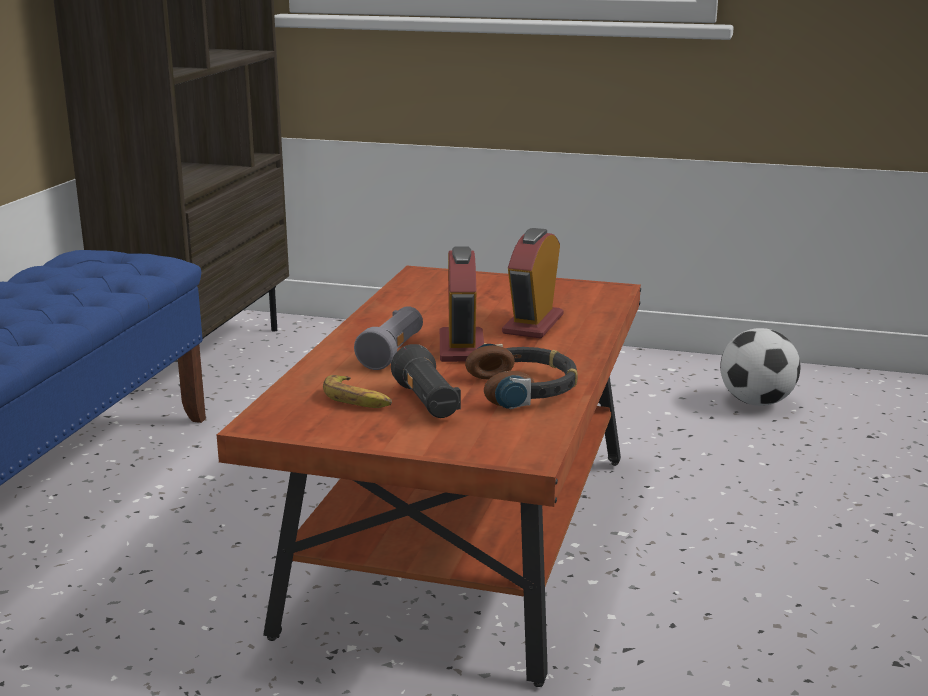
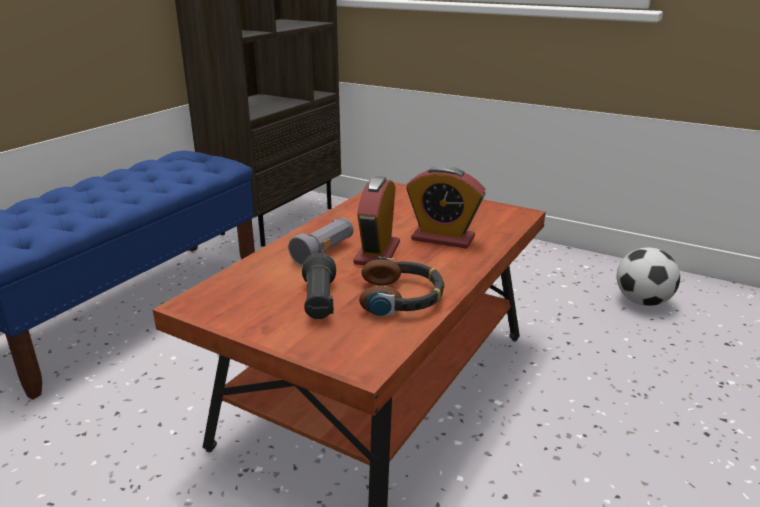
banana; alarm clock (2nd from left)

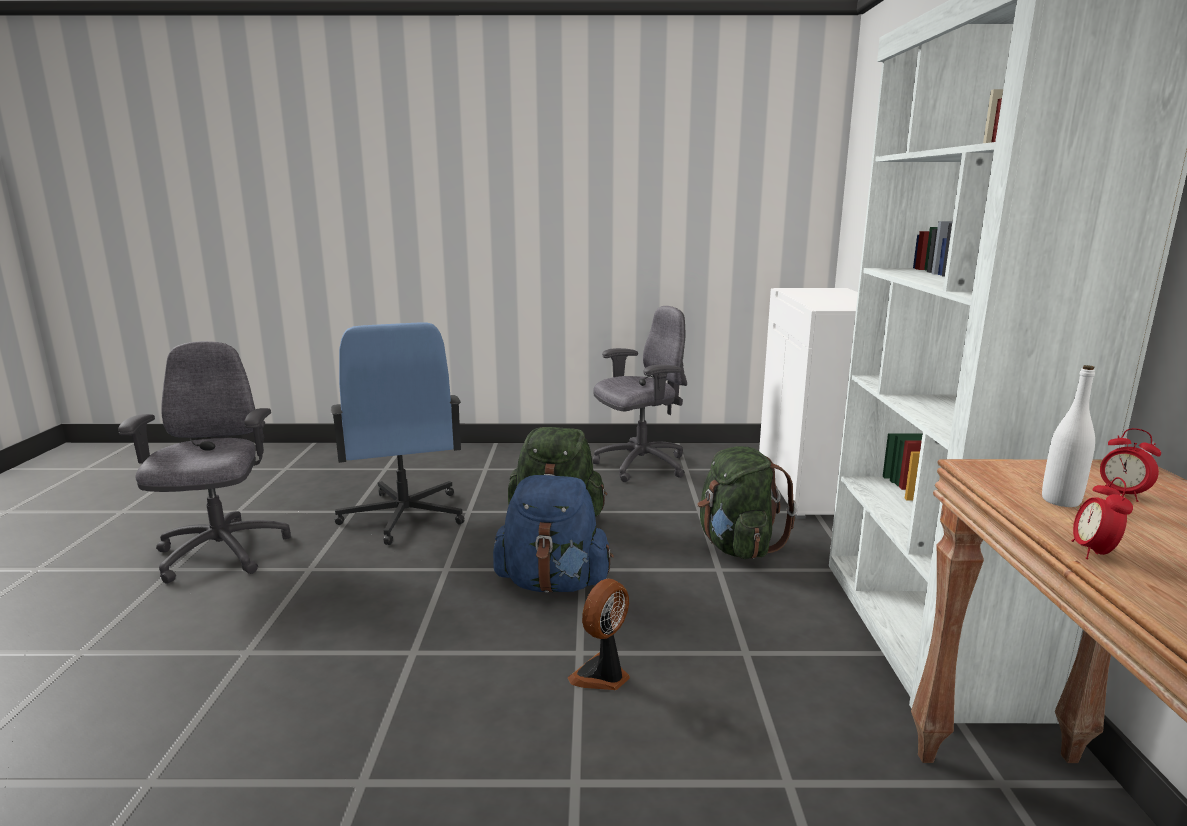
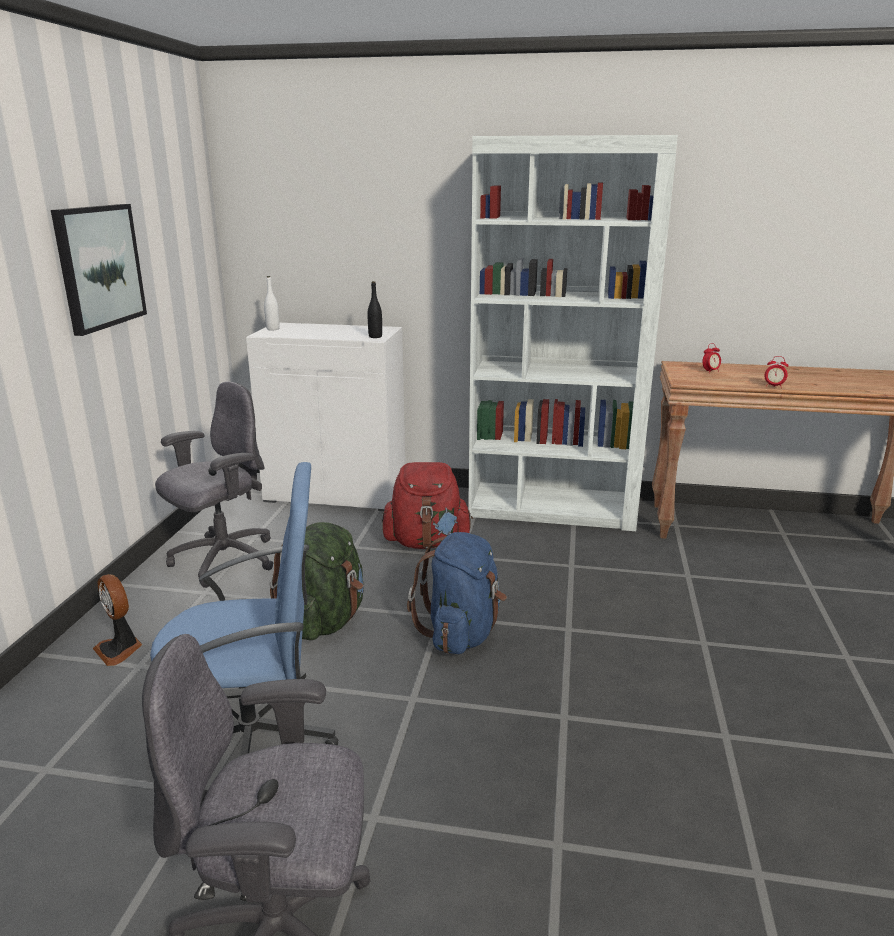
picture; black bottle; fan; white bottle; red backpack; grey office chair (1st from left)

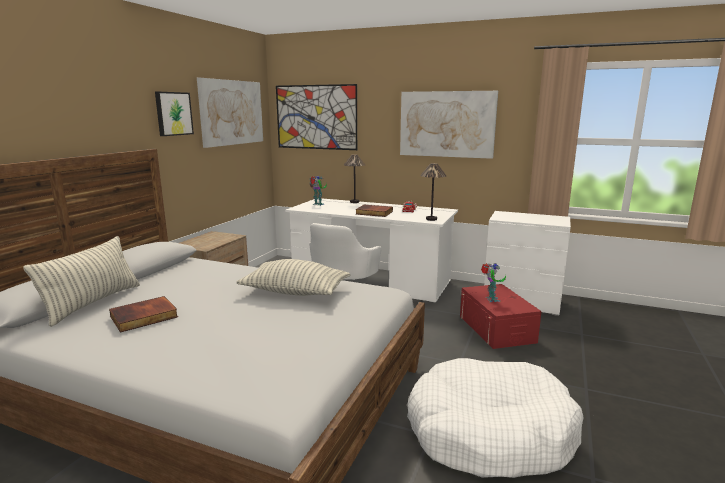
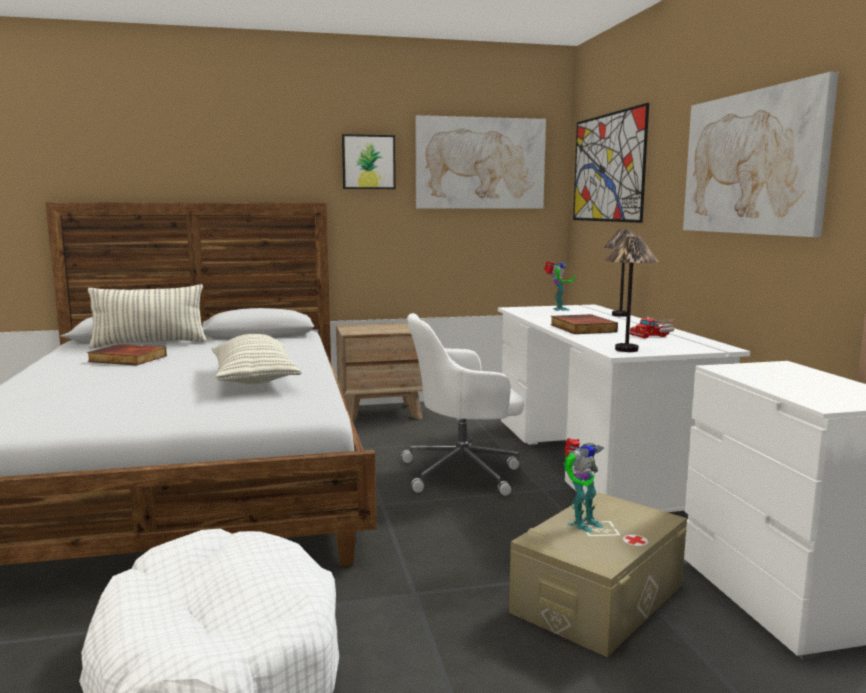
beige storage box

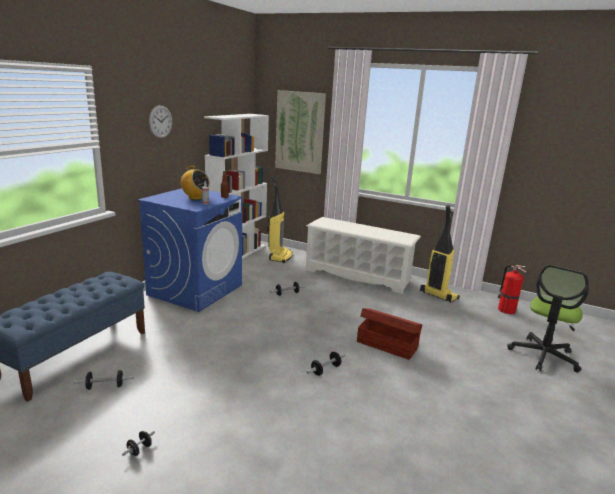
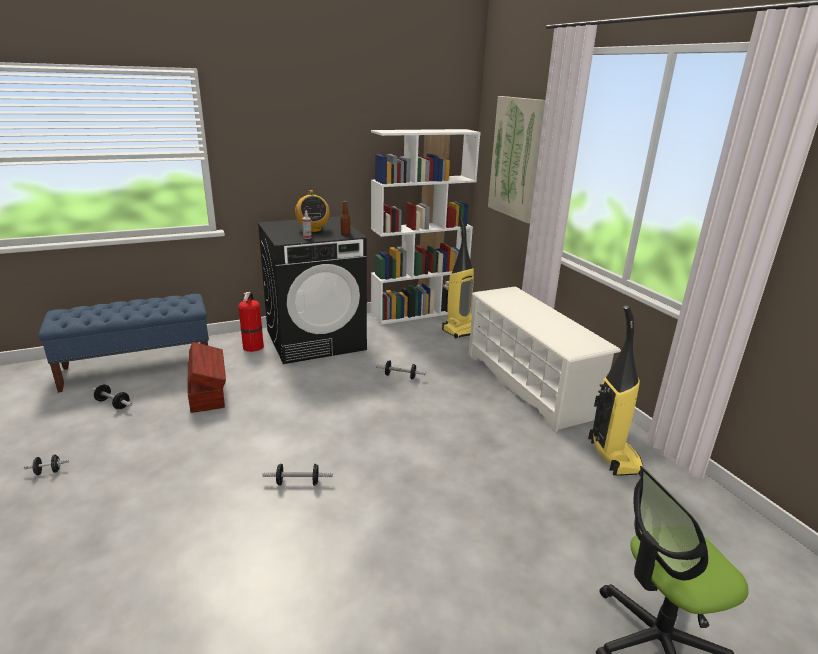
wall clock; brown storage box; fire extinguisher; black washing machine

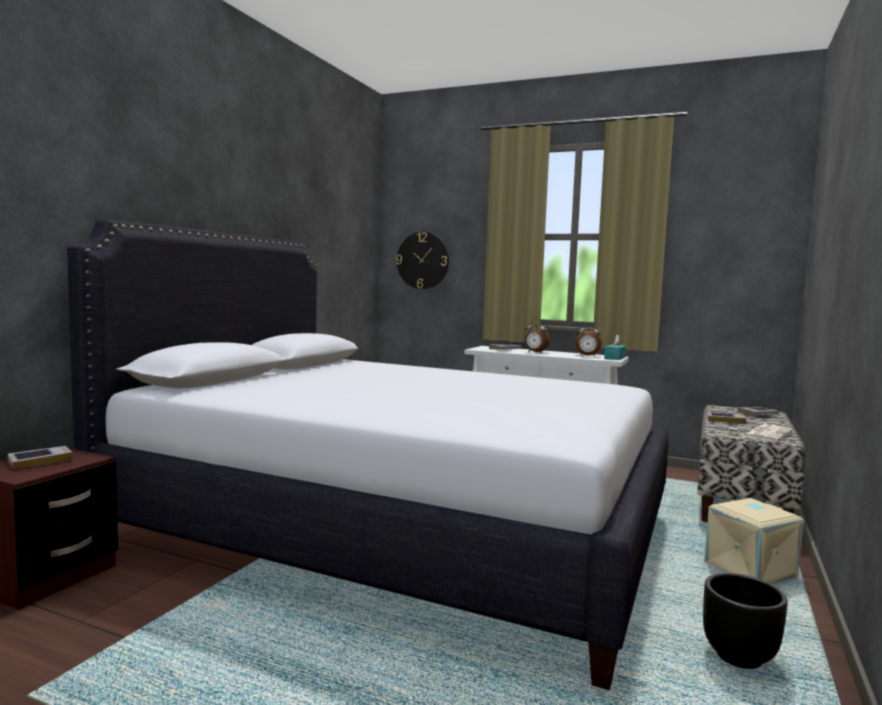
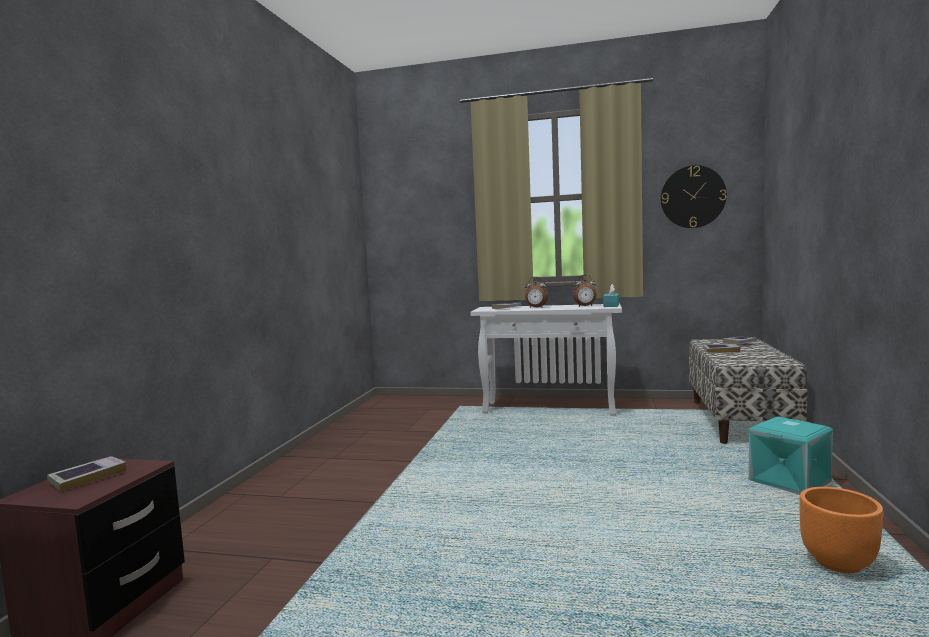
white bed; newspaper; wall clock; orange planter; turquoise storage box

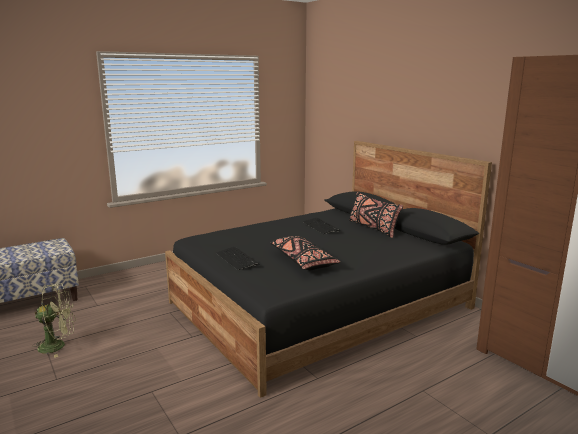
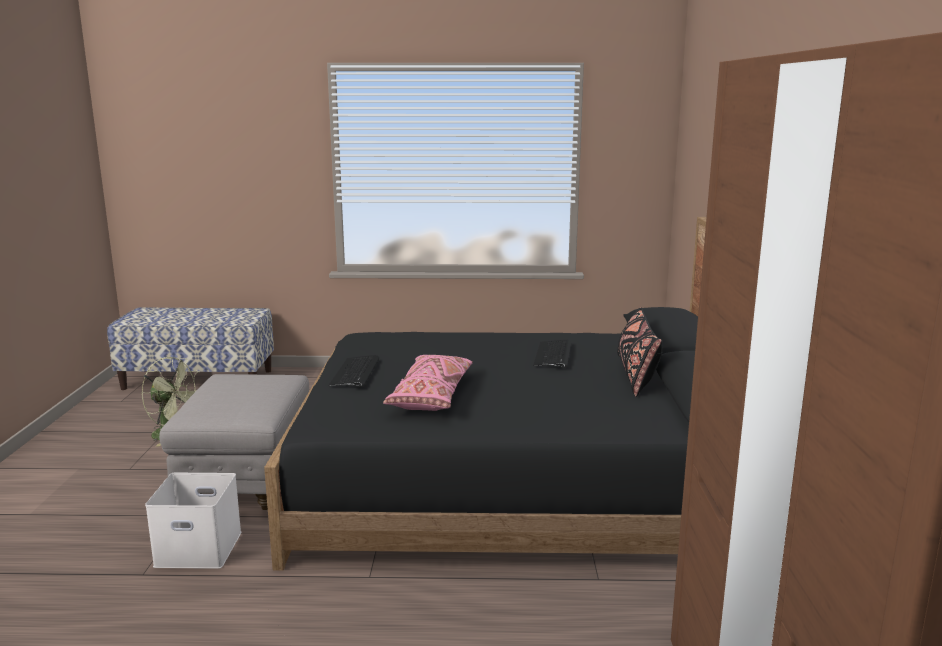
white storage box; grey ottoman; pink pillow

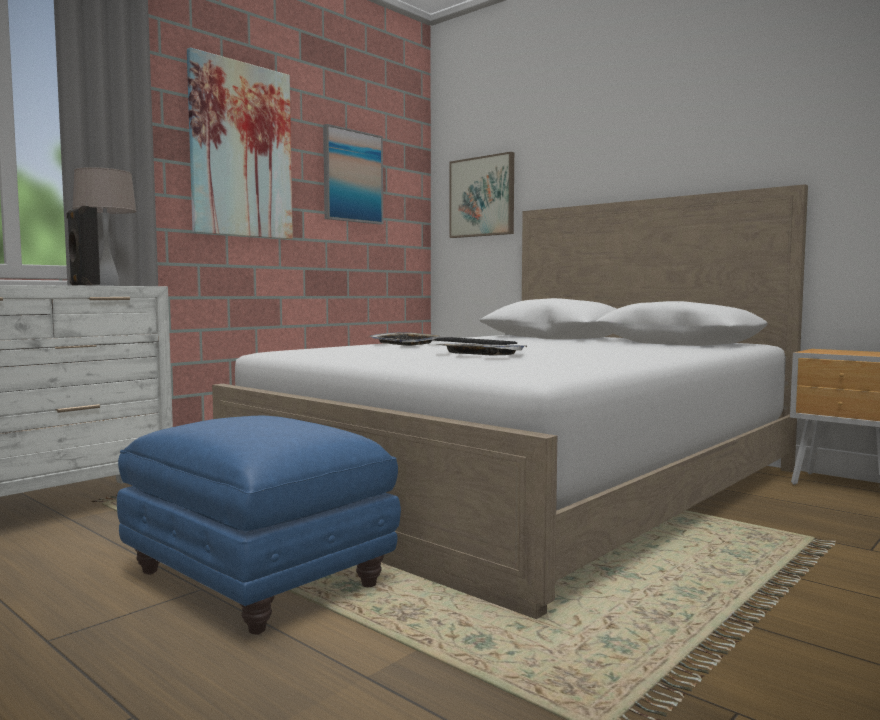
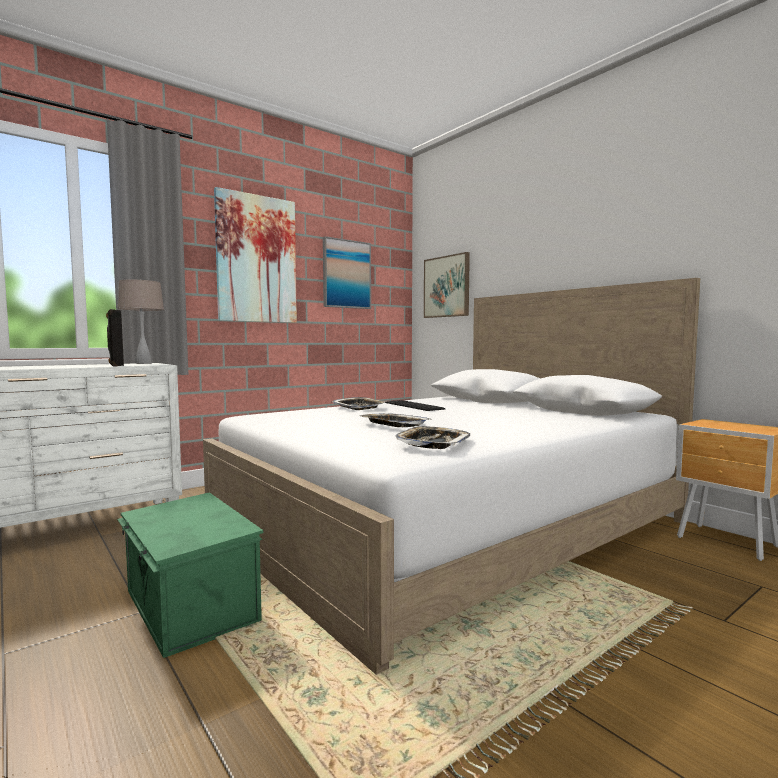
tray (3rd from left); green storage box

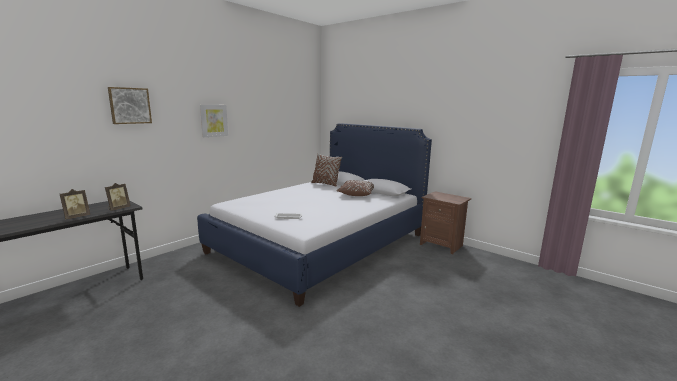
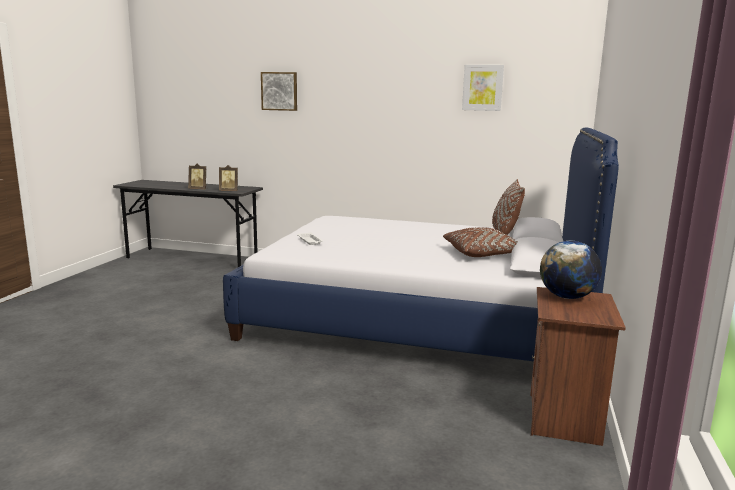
globe; picture (2nd from left)

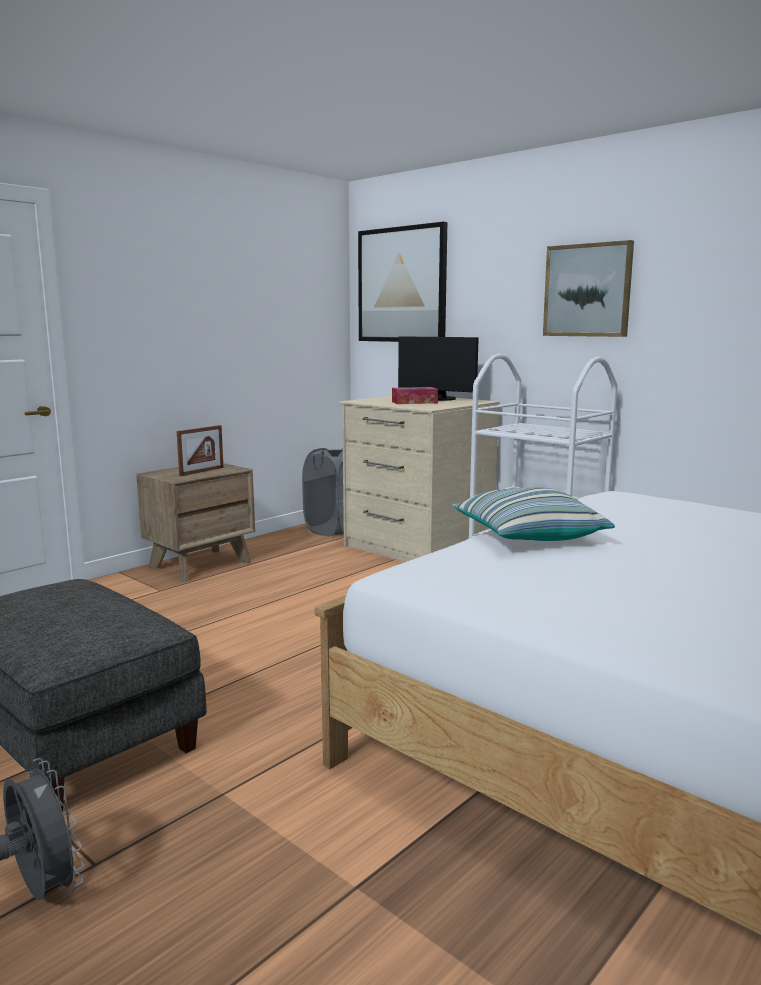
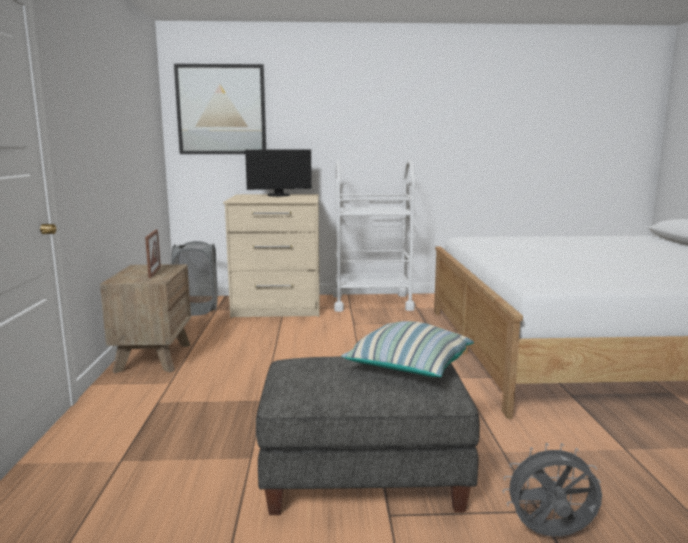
tissue box; picture (2nd from left in the first image); pillow

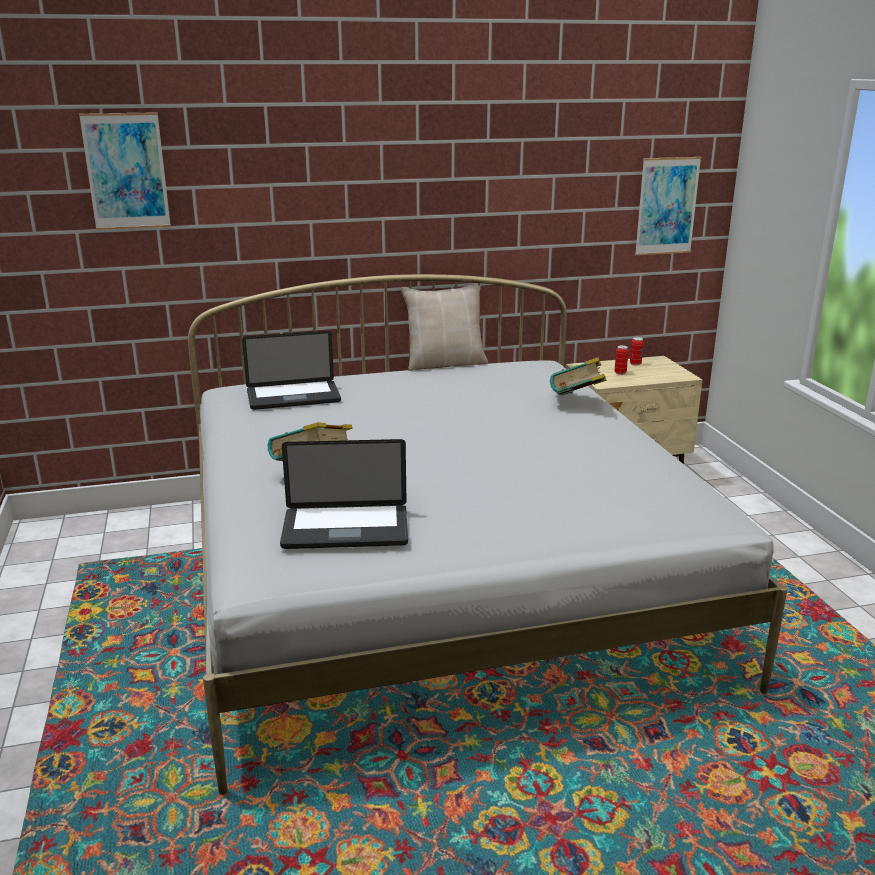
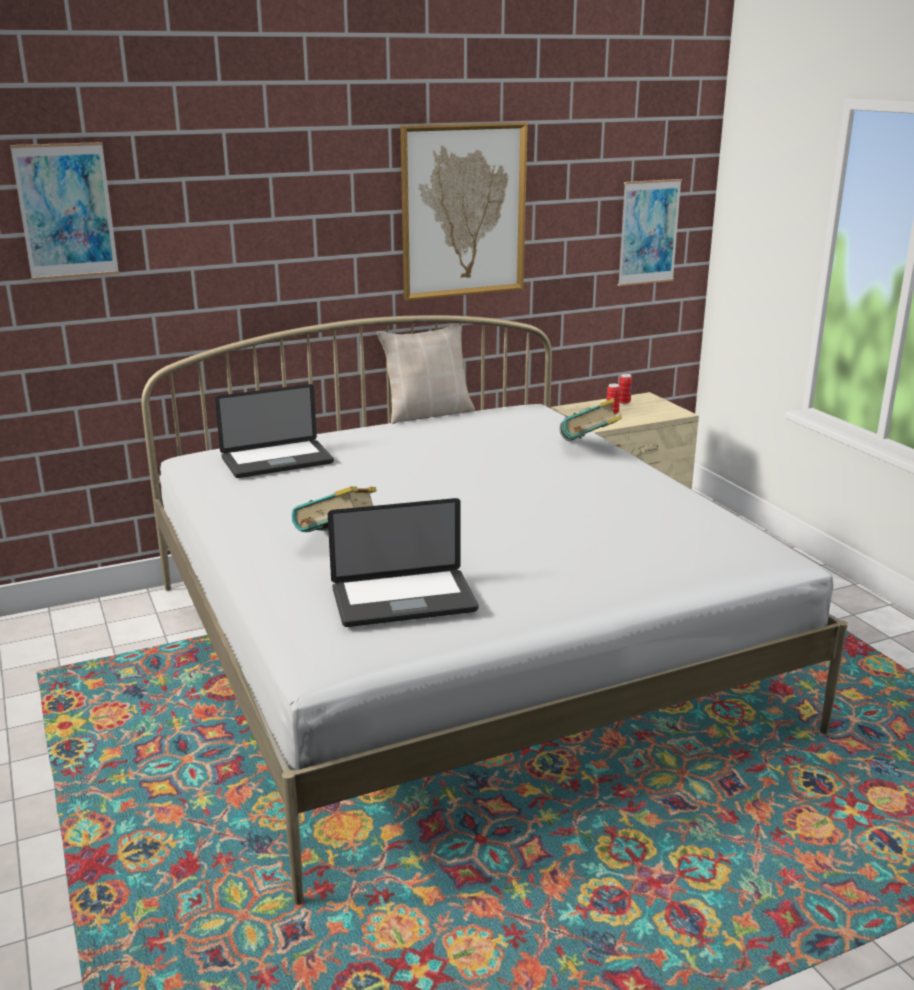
picture (2nd from left)

